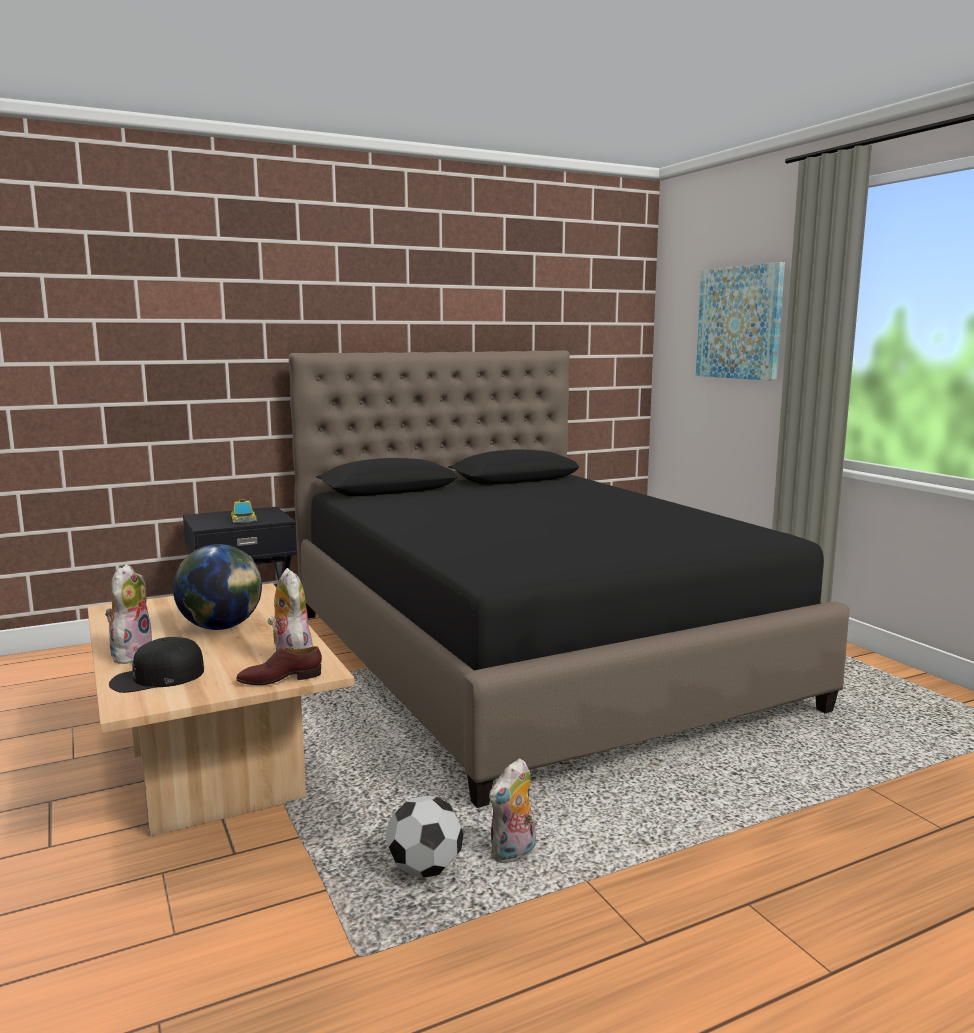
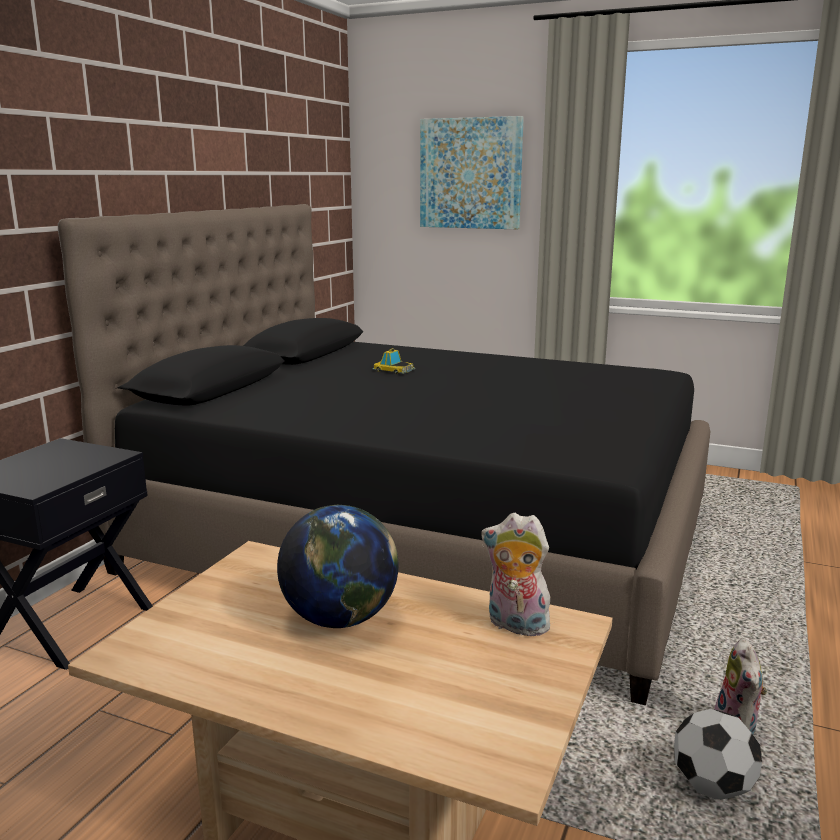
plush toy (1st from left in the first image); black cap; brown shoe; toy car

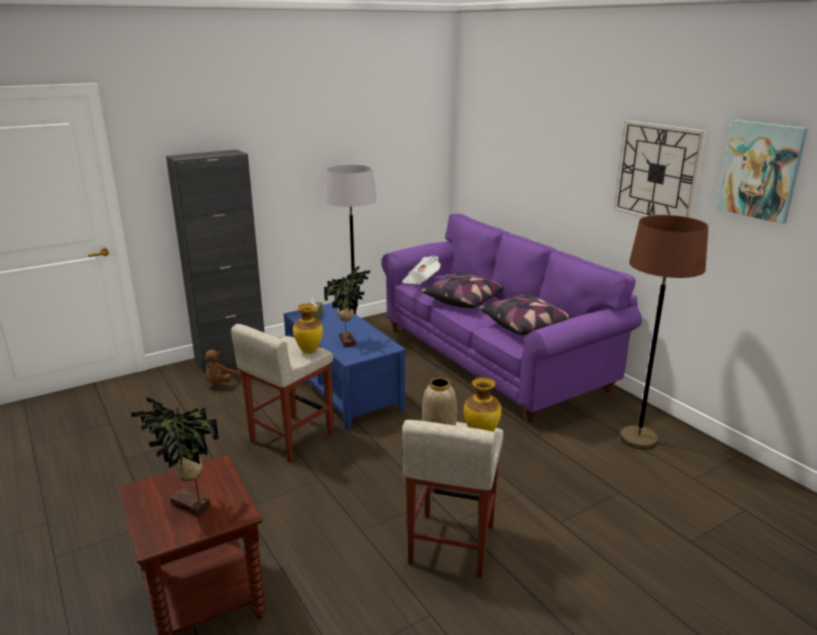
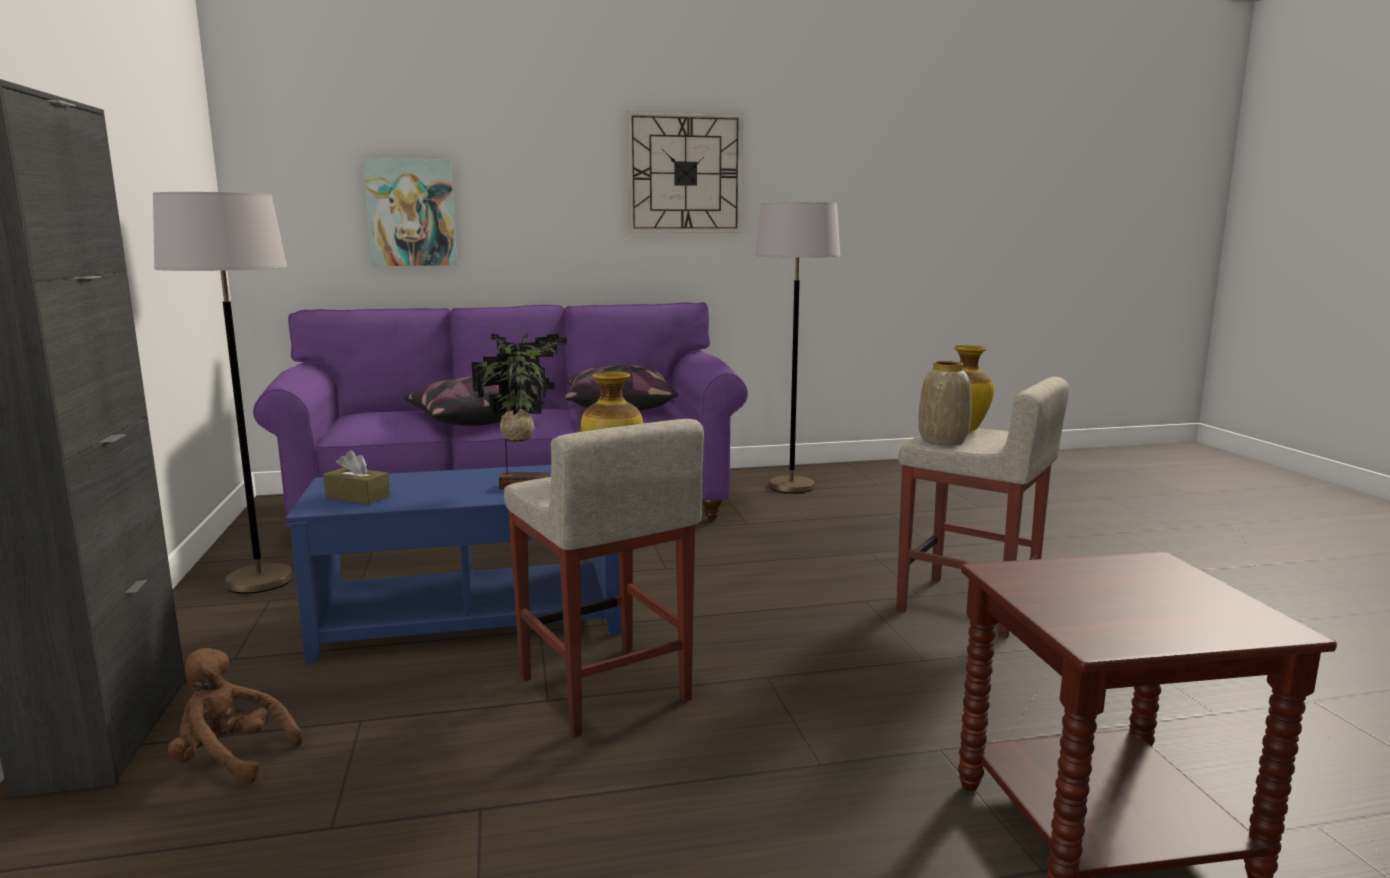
potted plant (1st from left in the first image); newspaper; picture; grey floor lamp (2nd from left); brown plush toy

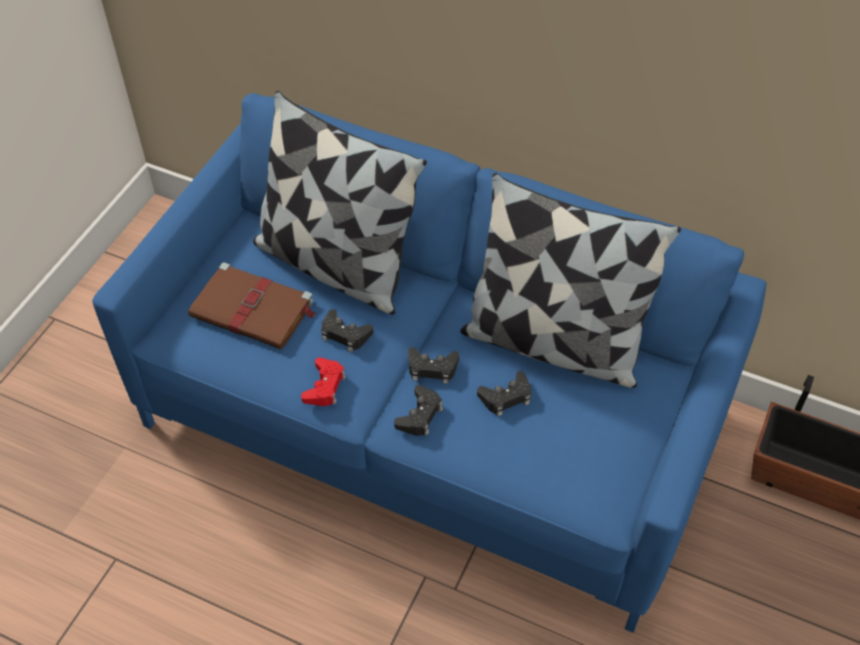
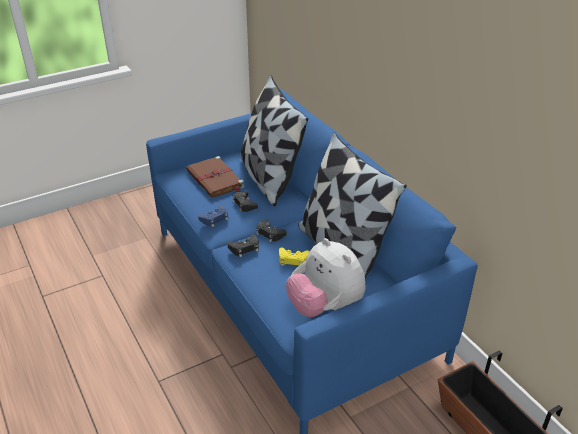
plush toy; blue game controller; yellow game controller

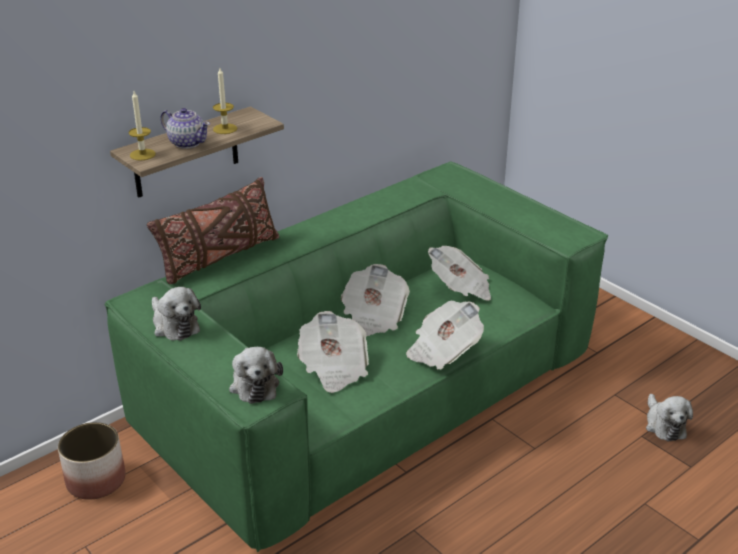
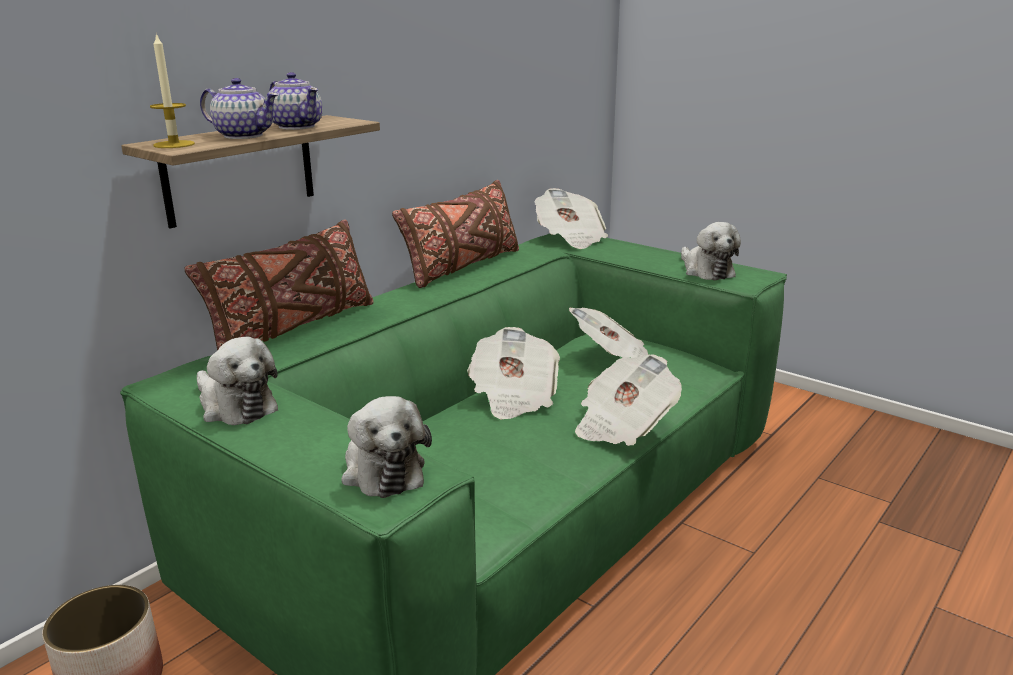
brown pillow (2nd from left); newspaper (2nd from left); plush toy (3rd from left); teapot (2nd from left)

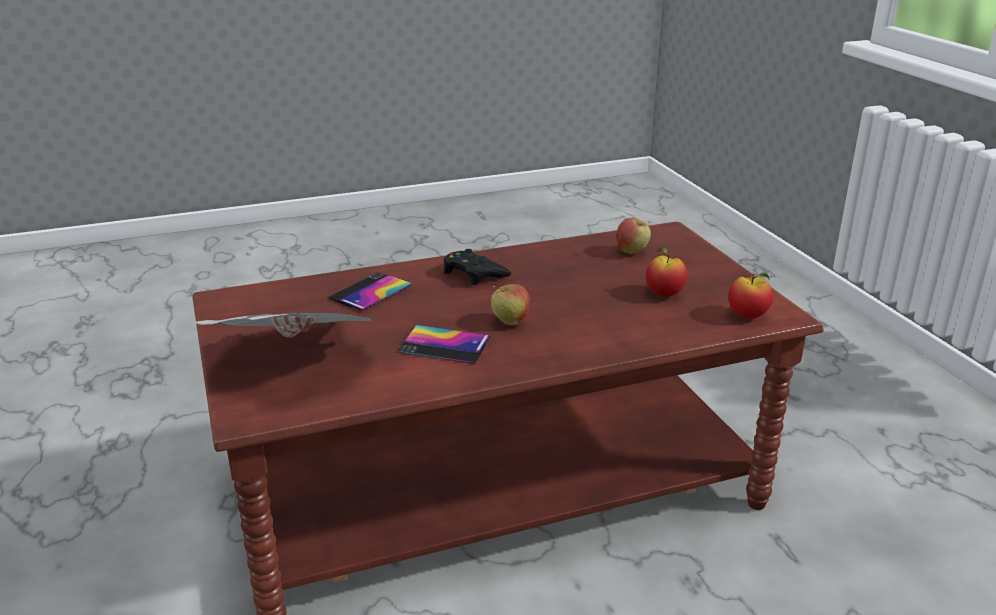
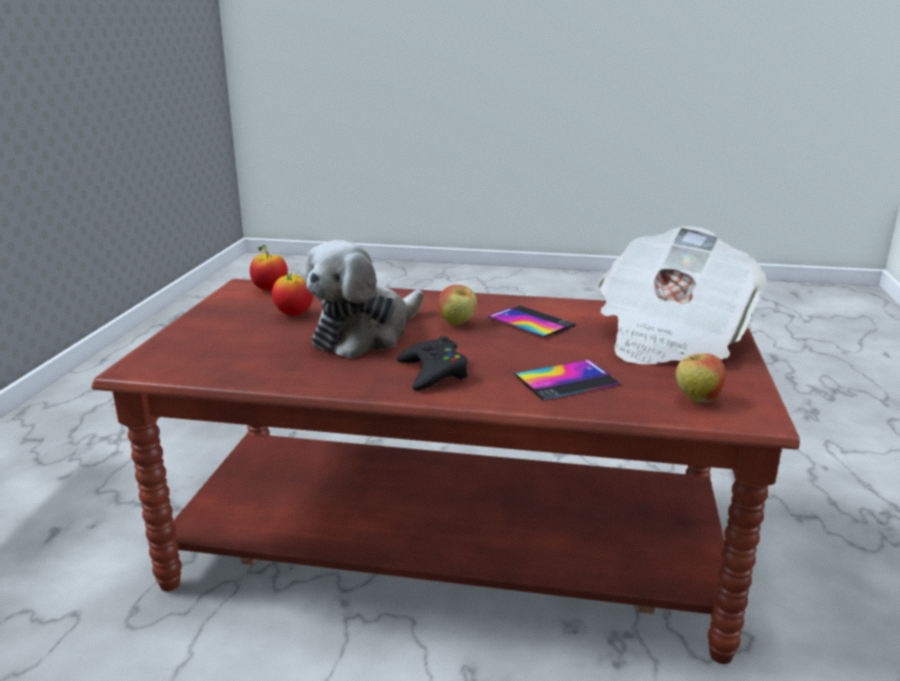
plush toy; apple (4th from left)

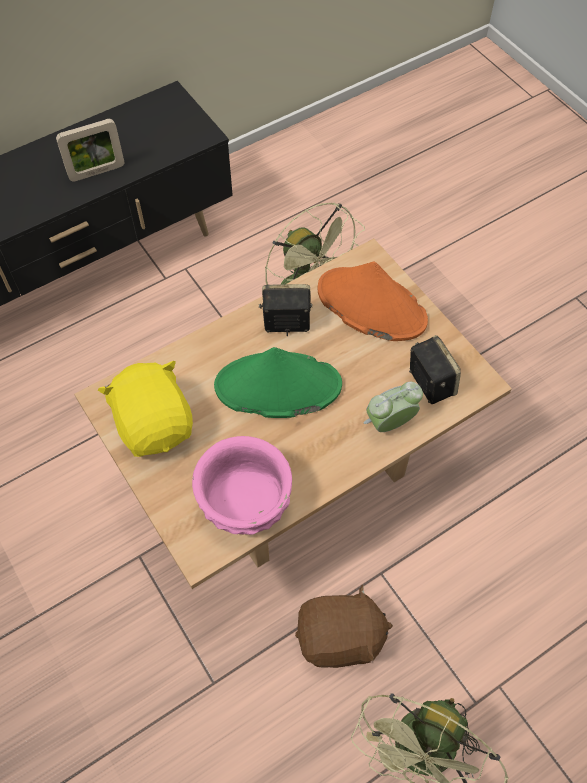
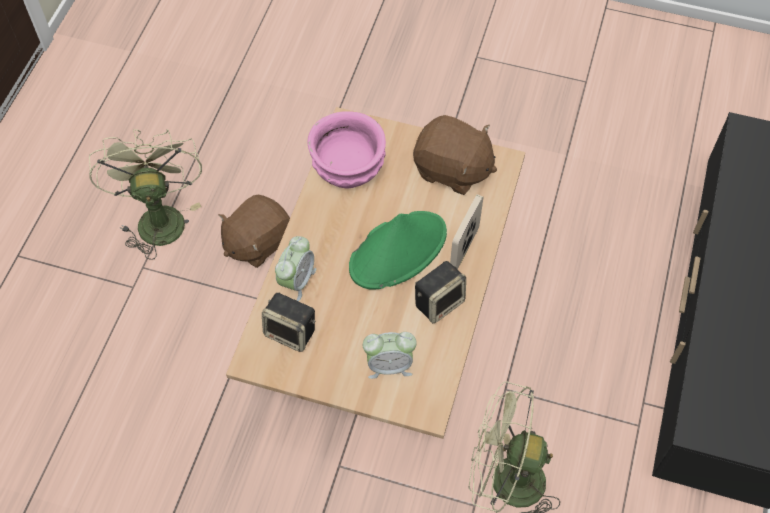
picture frame; alarm clock (2nd from left); brown plush toy (2nd from left)

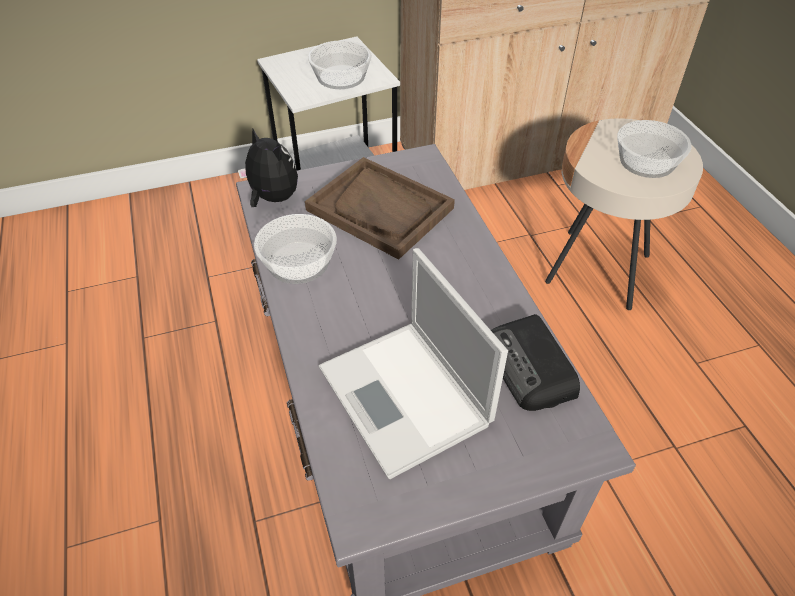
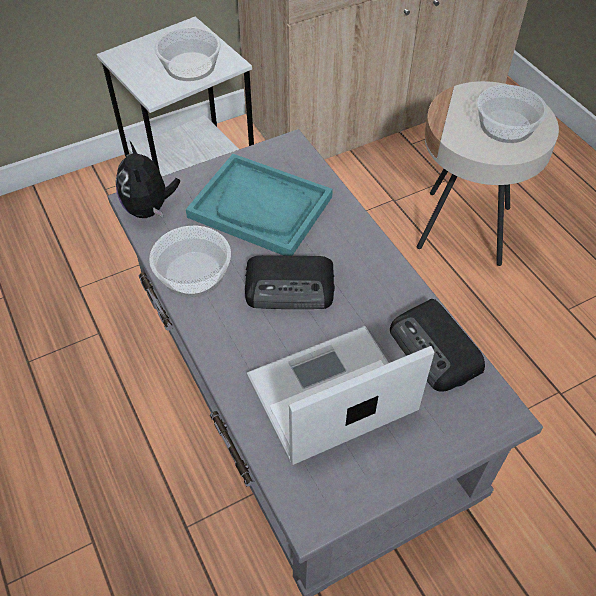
radio (1st from left); turquoise tray; plush toy; laptop

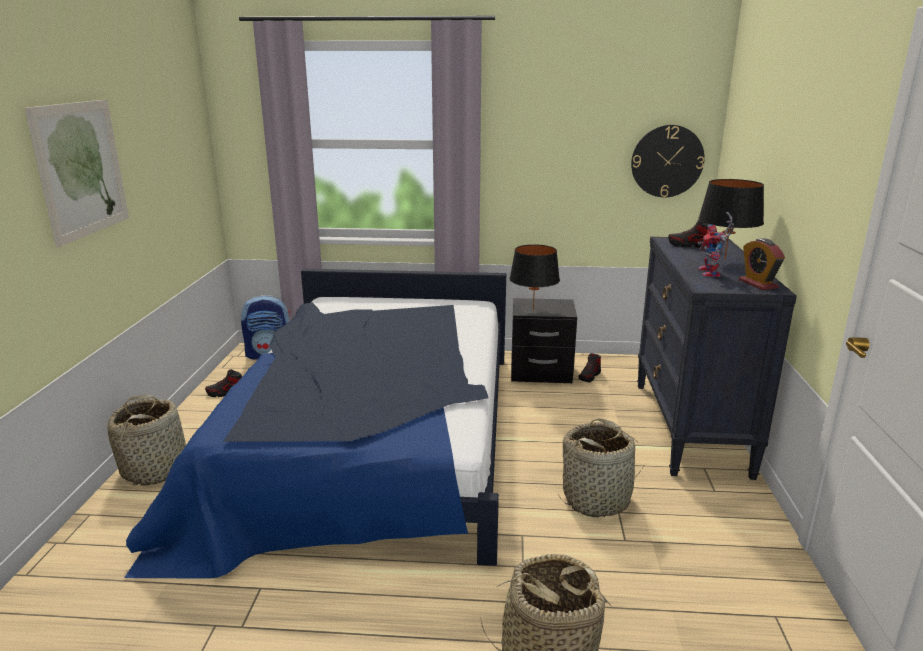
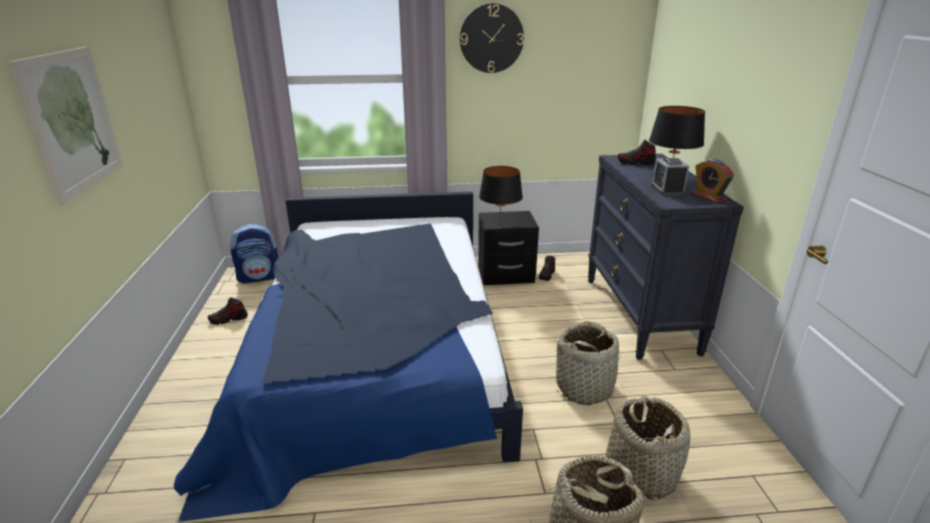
basket (3rd from left); wall clock; alarm clock (1st from left)

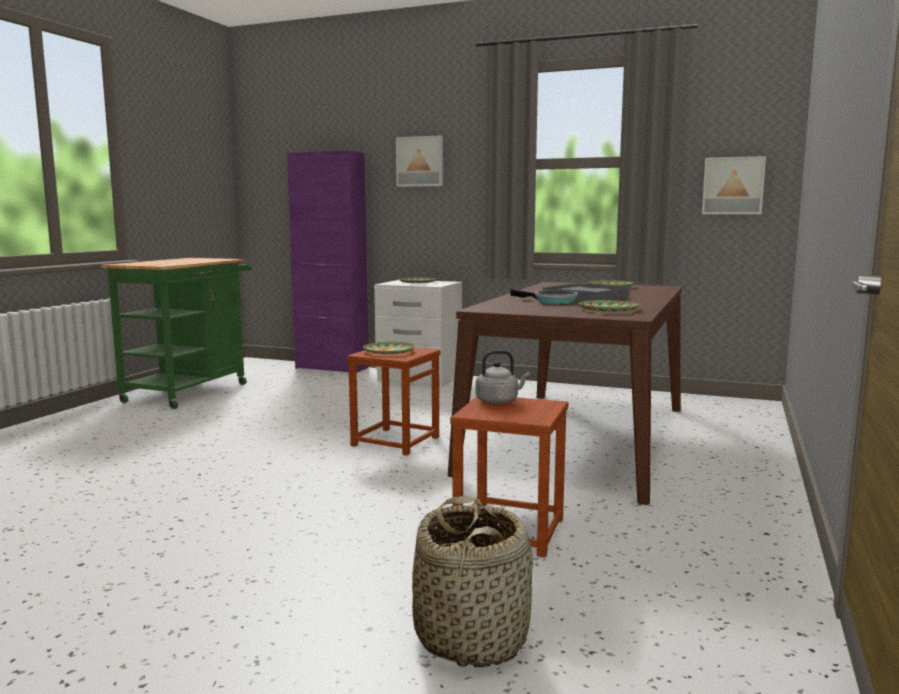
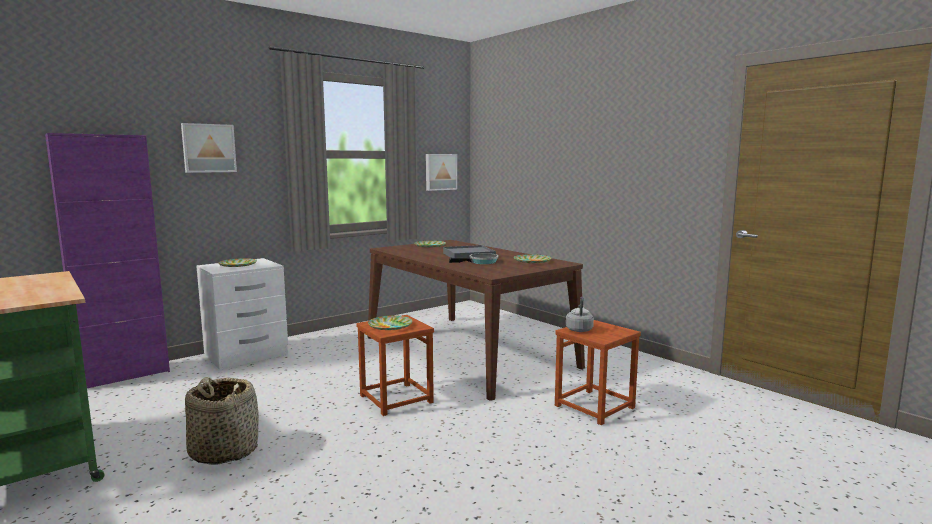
basket

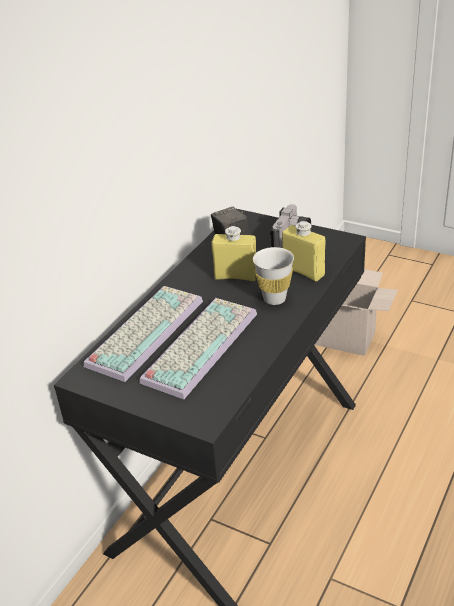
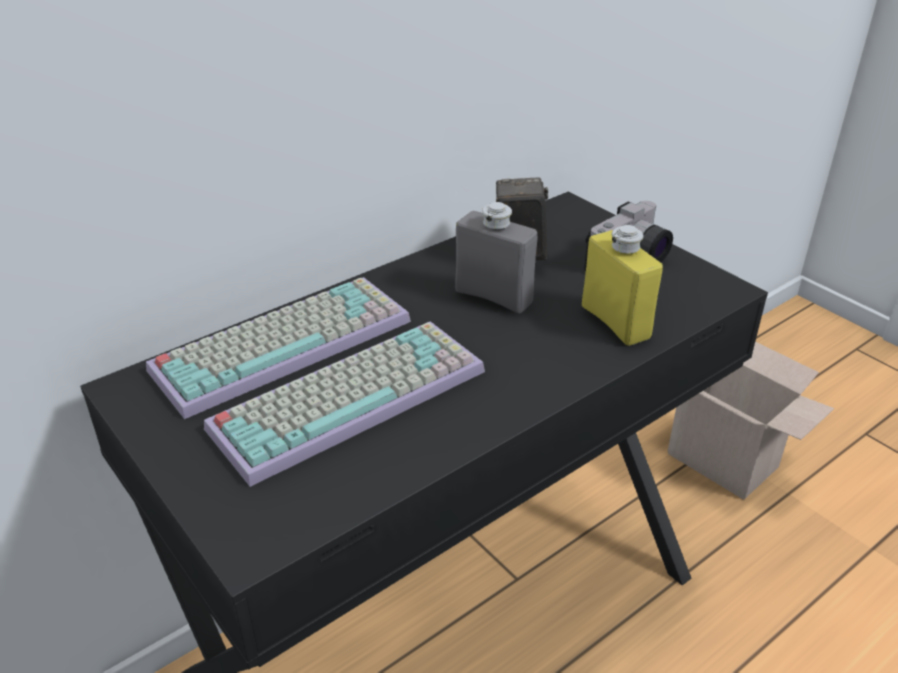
white cup; grey bottle

